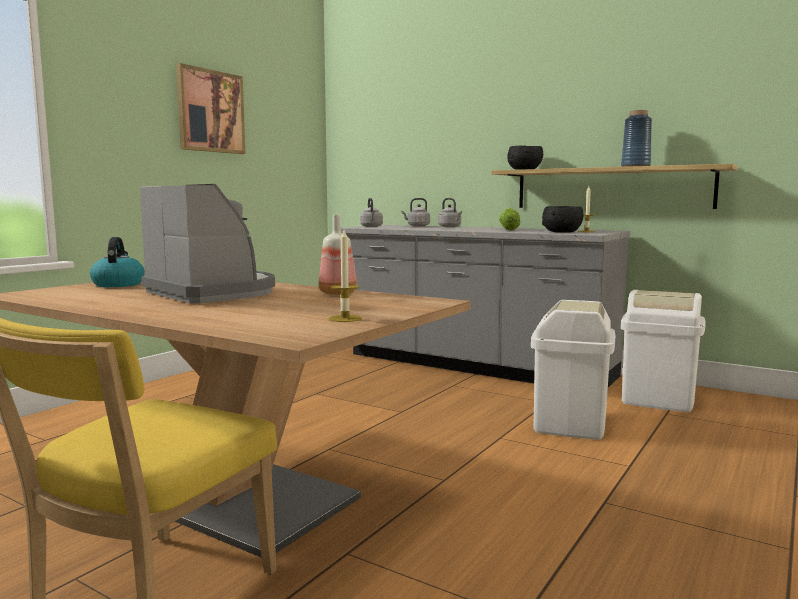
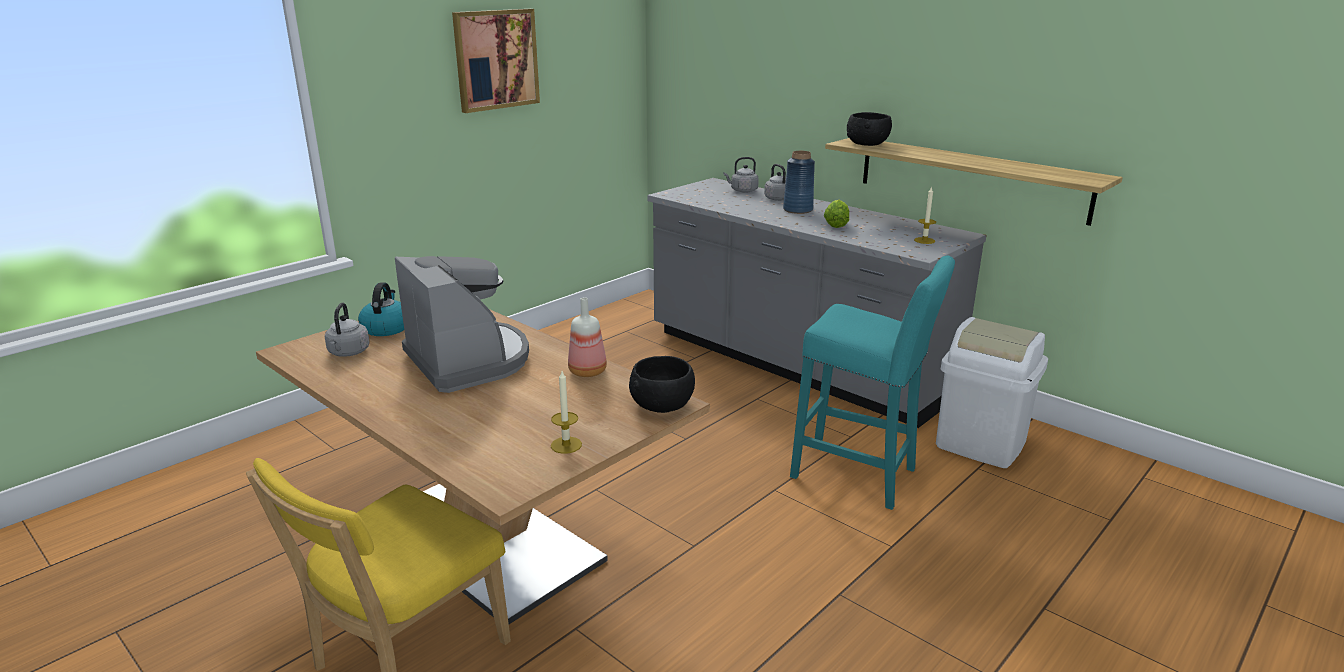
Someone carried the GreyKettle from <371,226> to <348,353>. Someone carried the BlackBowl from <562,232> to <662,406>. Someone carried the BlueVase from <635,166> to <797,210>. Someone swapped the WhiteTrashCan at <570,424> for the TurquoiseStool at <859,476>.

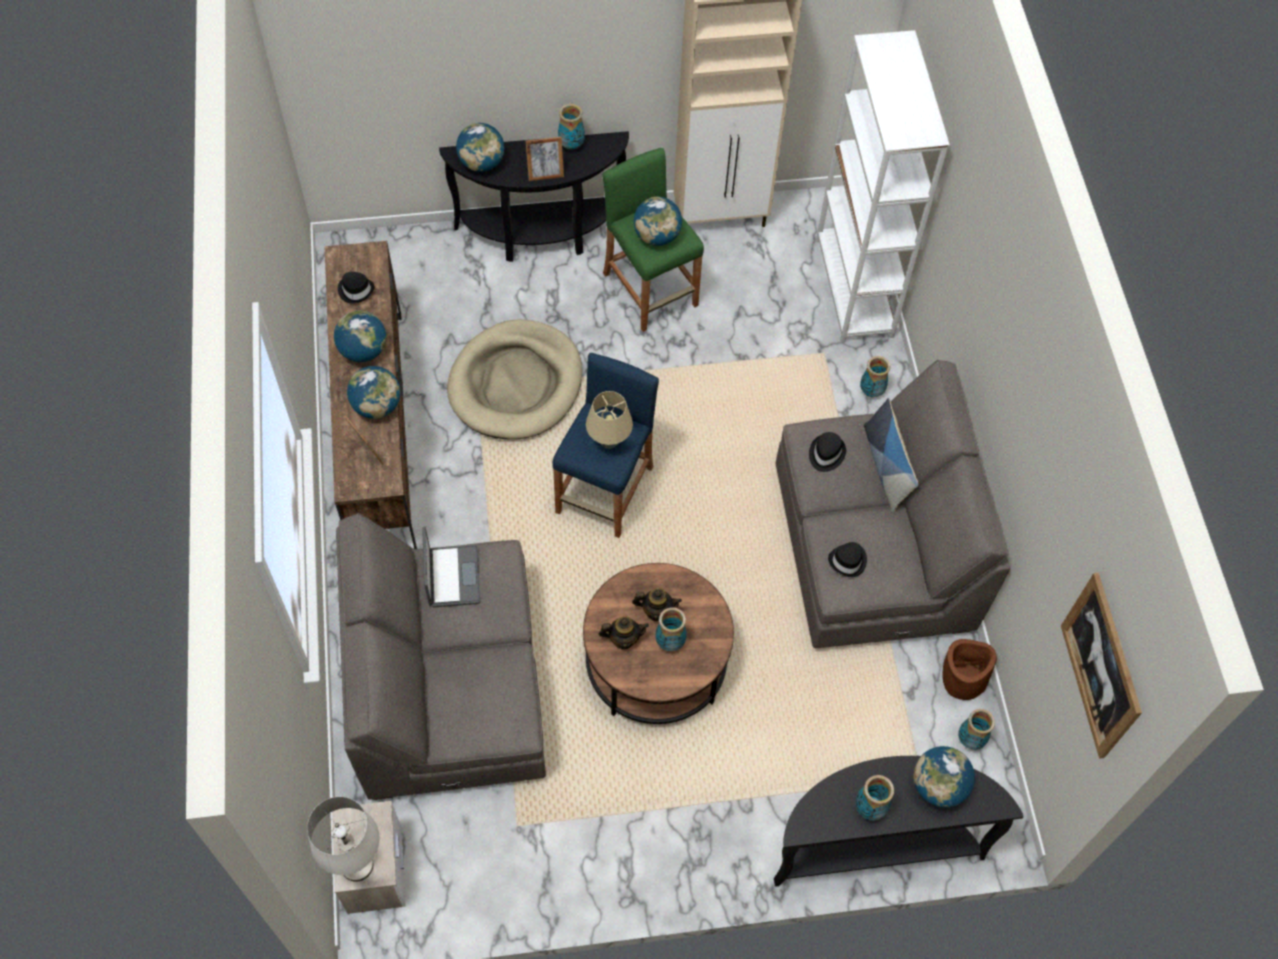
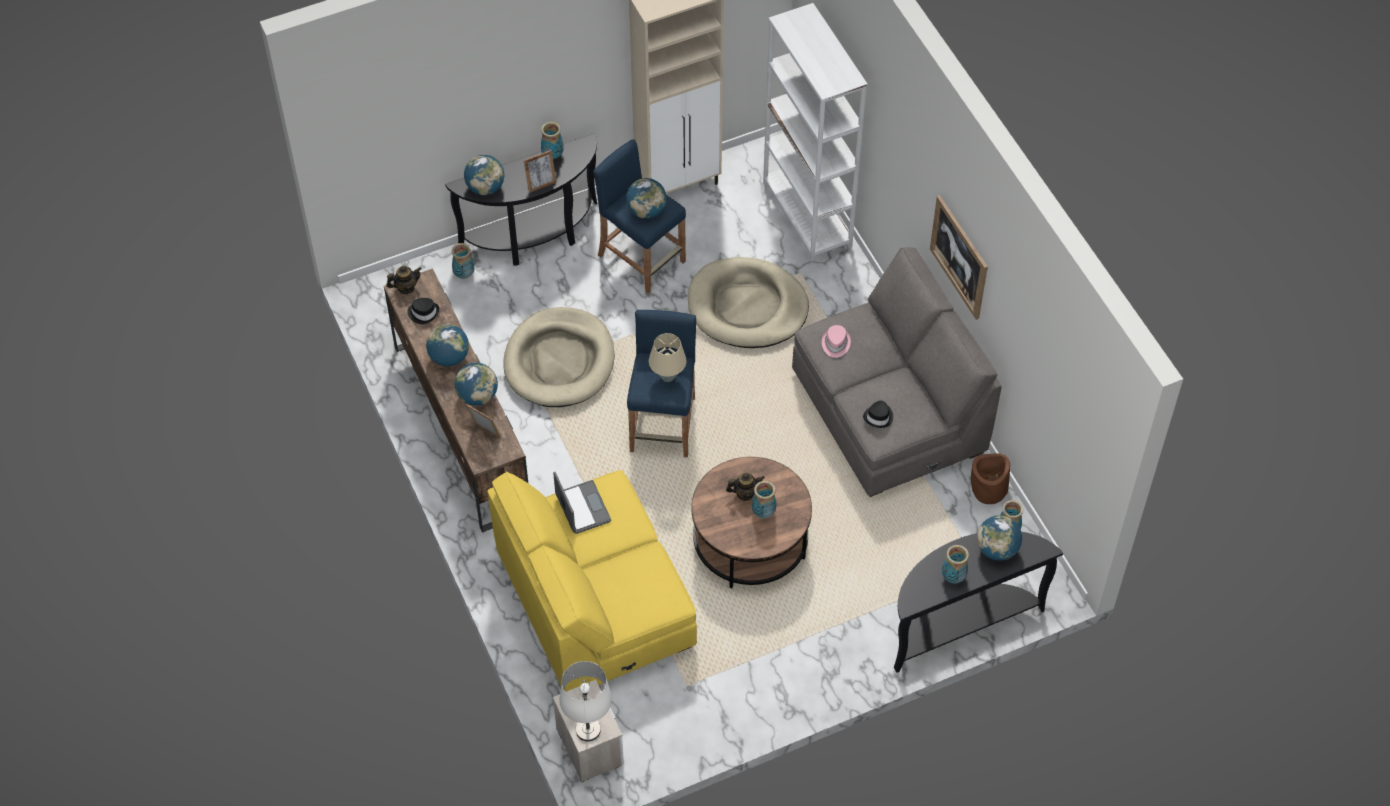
Someone carried the Teapot from <623,639> to <406,287>. Someone carried the Vase from <872,391> to <464,274>. Someone repainted the GreySofa at <450,686>, which became the YellowSofa at <596,602>. Someone repainted the GreenStool at <650,289>, which became the BlueStool at <641,258>. Someone put down the BeigeDogBed at <747,307>. Someone repainted the BlackHat at <826,454>, which became the PinkHat at <835,343>. Someone carried the Picture from <1101,666> to <959,257>. Someone took away the Pillow at <886,467>.

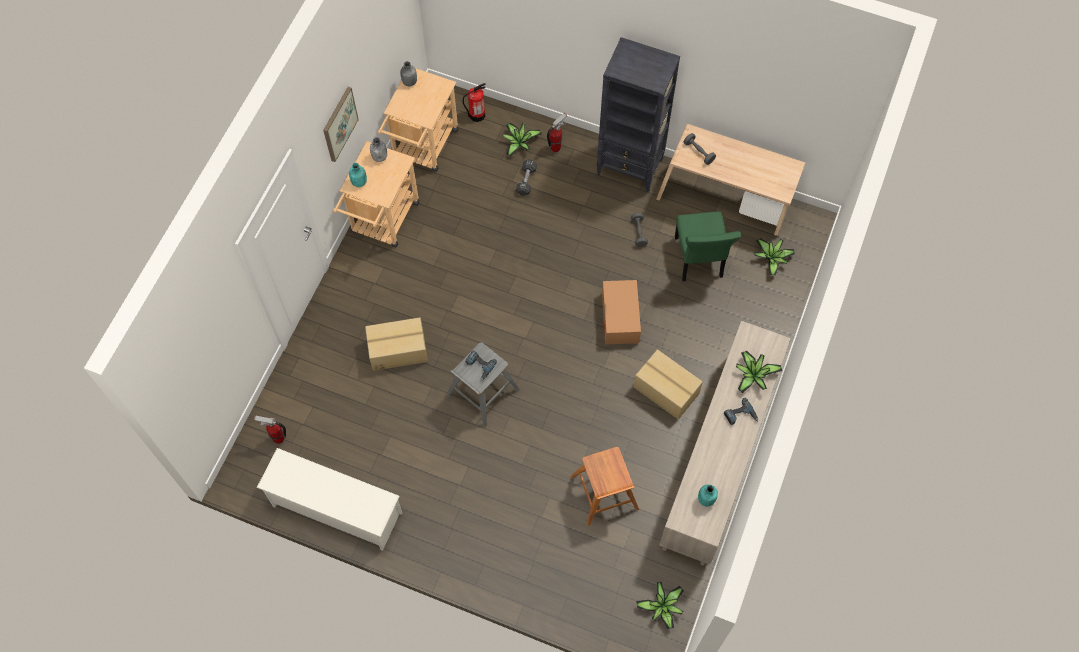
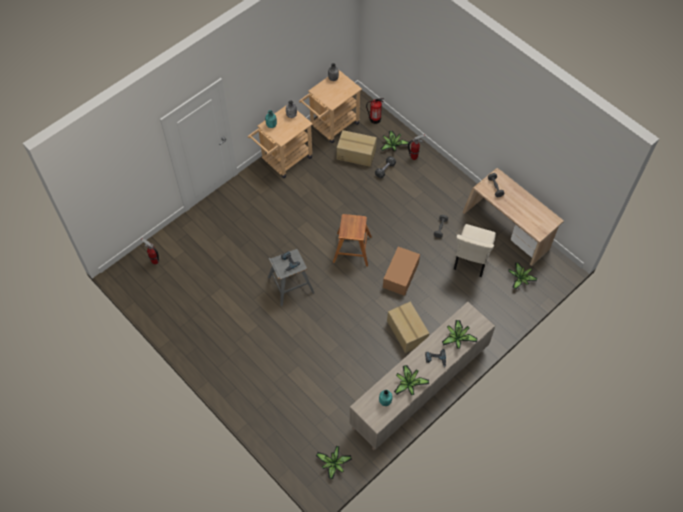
Someone carried the BrownStool from <604,493> to <352,249>. Someone carried the CardboardBox from <397,349> to <356,154>. Someone put down the PottedPlant at <409,383>. Someone repainted the GreenChair at <698,259>, which became the BeigeChair at <471,260>. Someone took away the WhiteShoeRack at <336,509>. Someone took away the Picture at <339,124>. Someone took away the BlackBookcase at <630,167>.

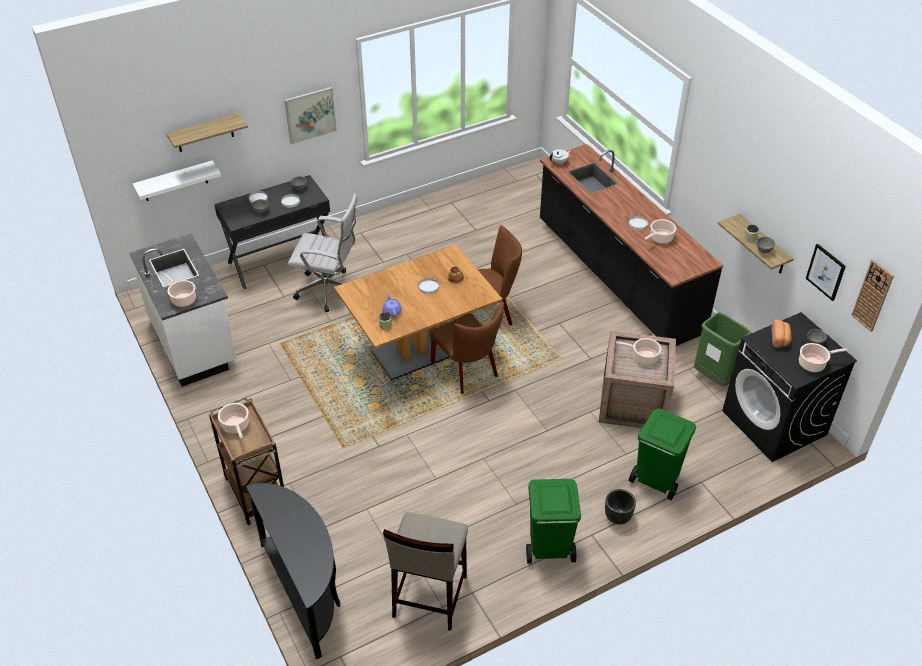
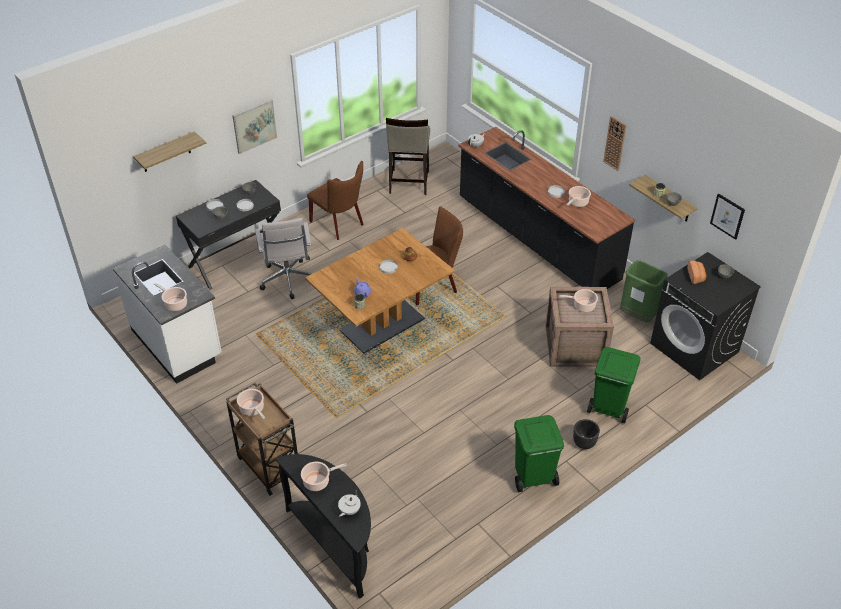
Someone rotated the WhiteOfficeChair at <330,290> by 75 degrees clockwise. Someone carried the CookingPot from <813,364> to <318,481>. Someone carried the BrownChair from <467,372> to <339,224>. Someone put down the WhiteTeapot at <349,510>. Someone carried the BeigeStool from <429,597> to <408,182>. Someone carried the WallClock from <872,295> to <615,143>. Someone took away the WhiteShelf at <175,181>.

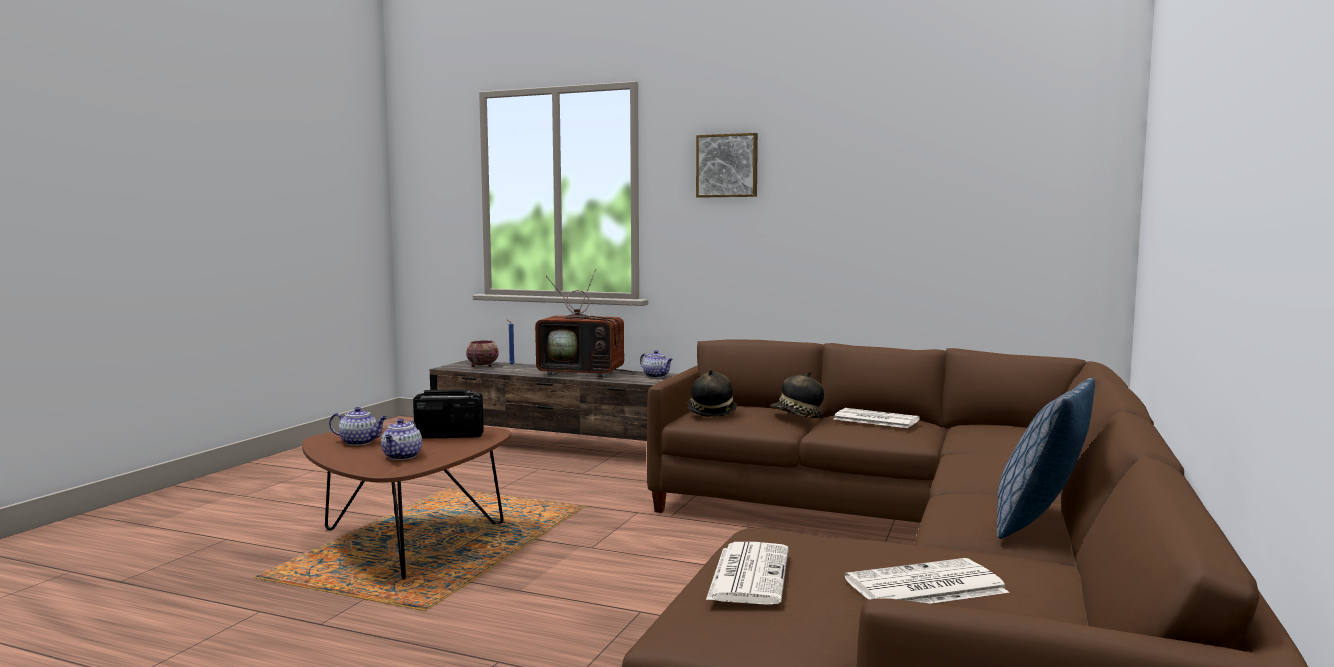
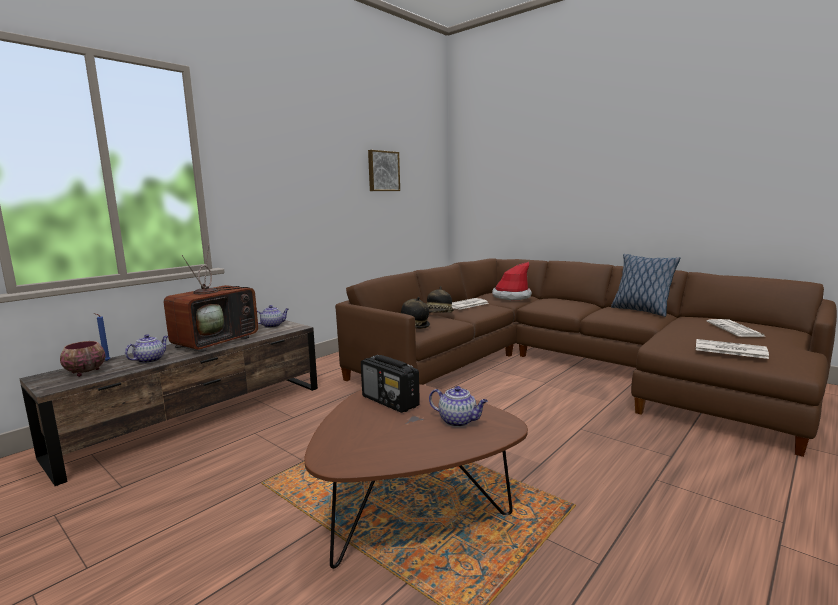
Someone carried the Teapot from <360,442> to <150,360>. Someone rotated the Radio at <448,436> by 60 degrees counterclockwise. Someone carried the Picture from <727,166> to <383,171>. Someone put down the Hat at <511,297>.

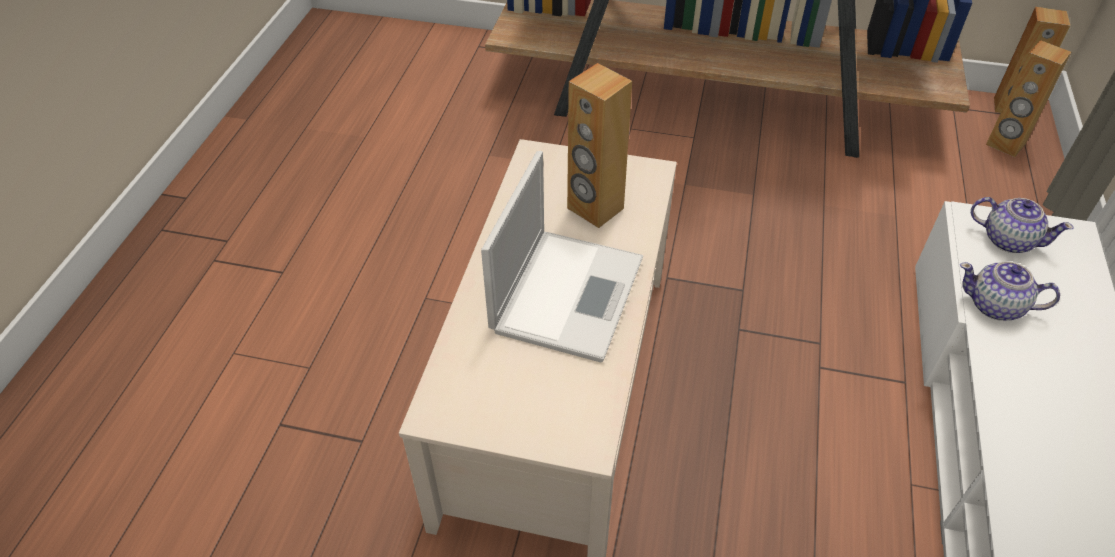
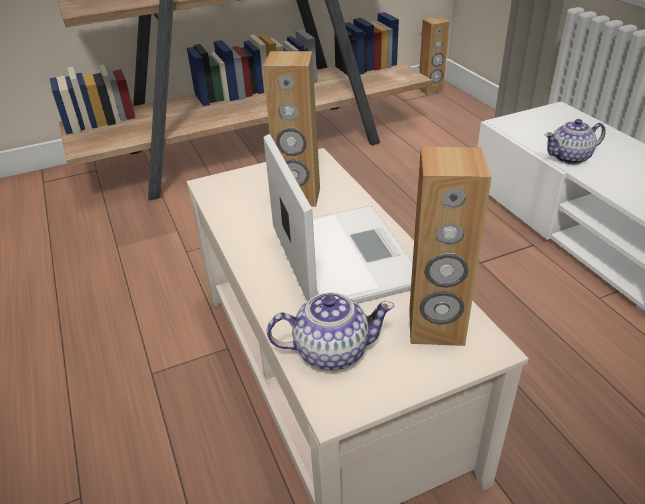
Someone carried the Teapot from <1007,239> to <330,351>. Someone carried the BrownSpeaker from <1005,144> to <436,328>.

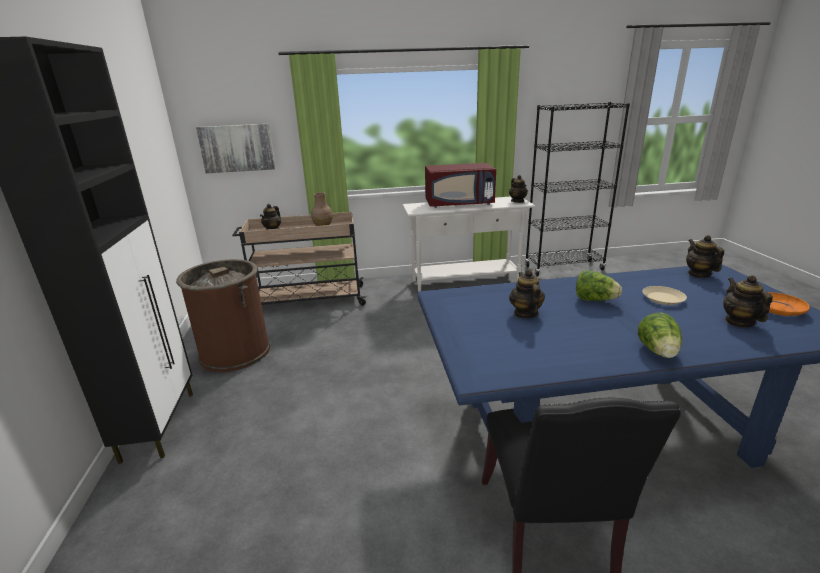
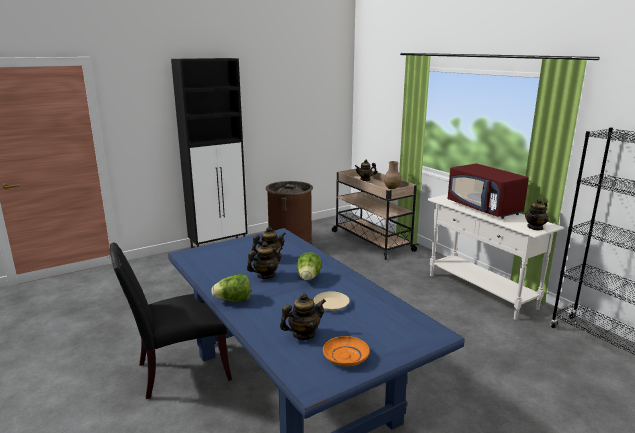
Someone carried the Teapot from <698,274> to <265,275>. Someone took away the Picture at <237,148>.

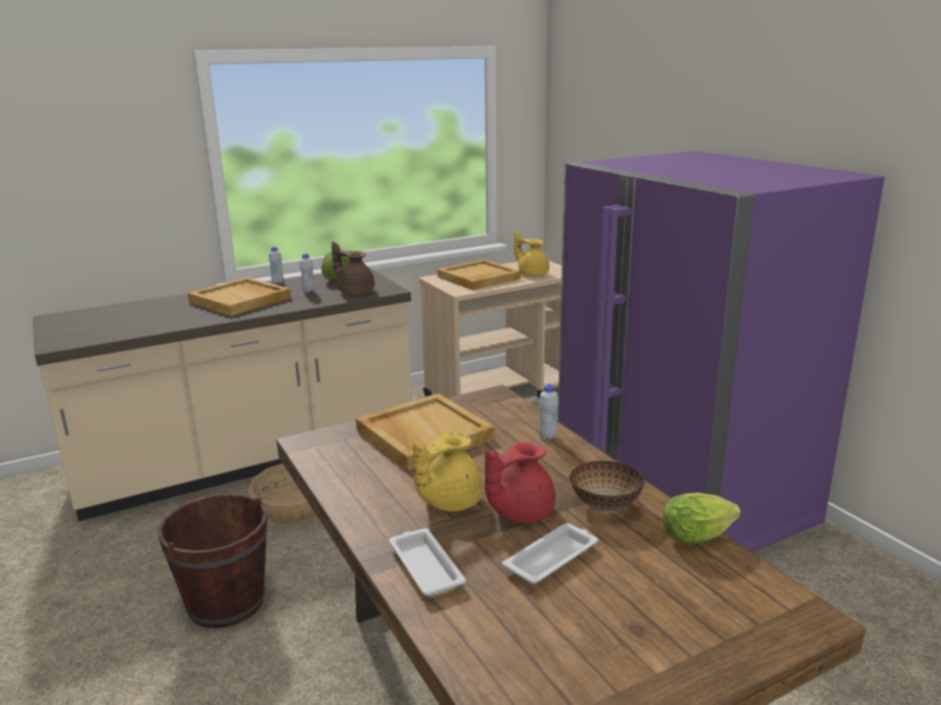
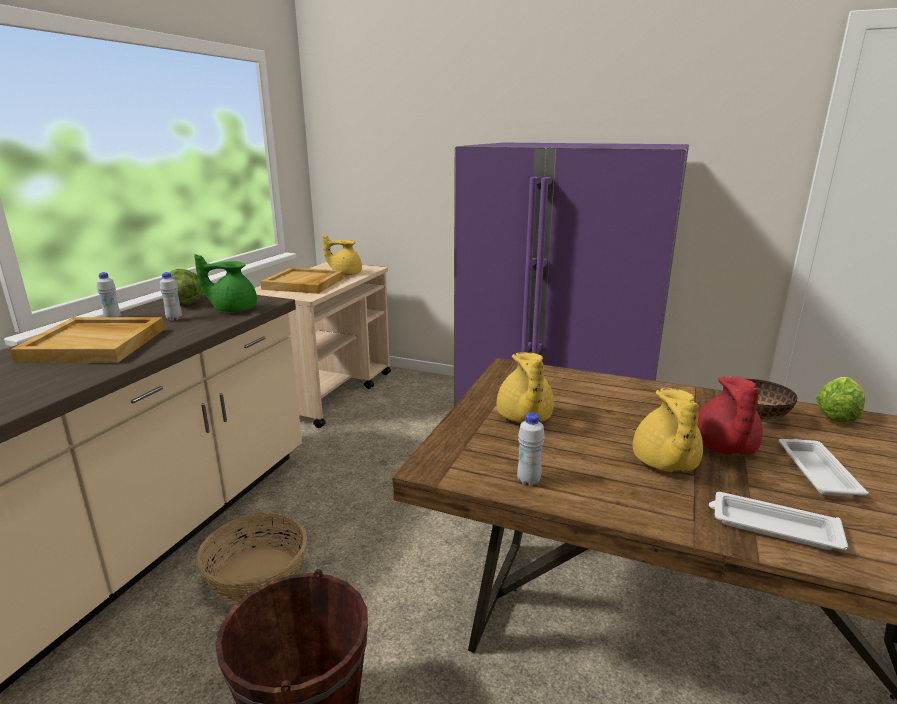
Someone repainted the BrownTeapot at <355,291>, which became the GreenTeapot at <233,309>. Someone swapped the BeigeTray at <423,435> for the YellowTeapot at <524,417>. Someone carried the WhiteBottle from <548,437> to <528,481>.

